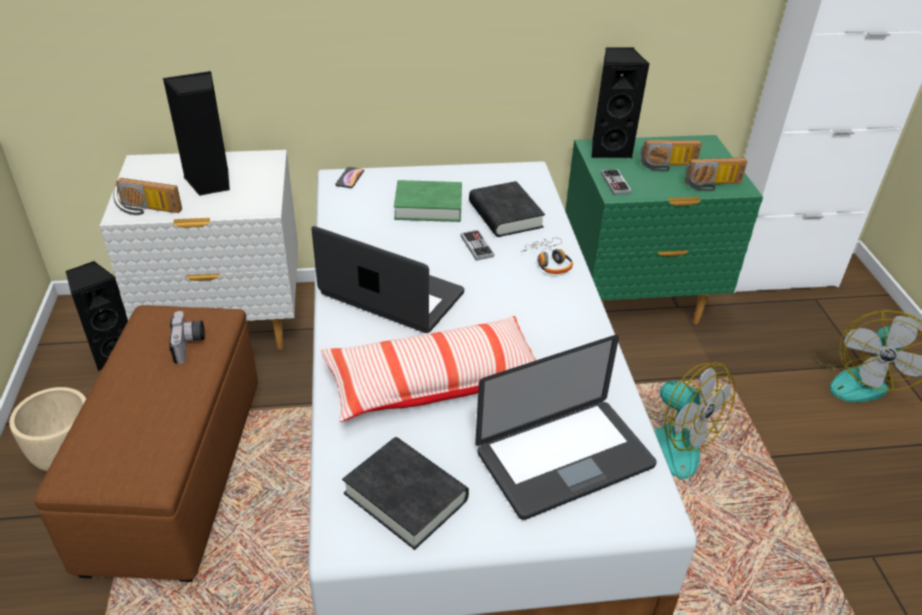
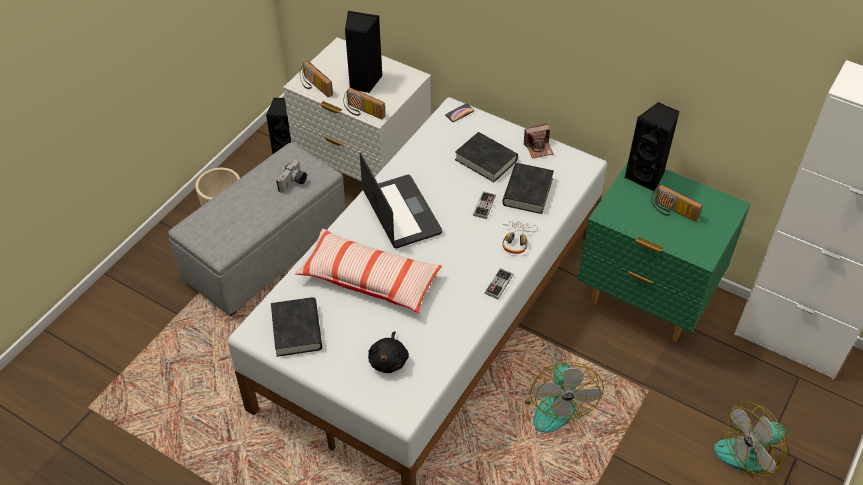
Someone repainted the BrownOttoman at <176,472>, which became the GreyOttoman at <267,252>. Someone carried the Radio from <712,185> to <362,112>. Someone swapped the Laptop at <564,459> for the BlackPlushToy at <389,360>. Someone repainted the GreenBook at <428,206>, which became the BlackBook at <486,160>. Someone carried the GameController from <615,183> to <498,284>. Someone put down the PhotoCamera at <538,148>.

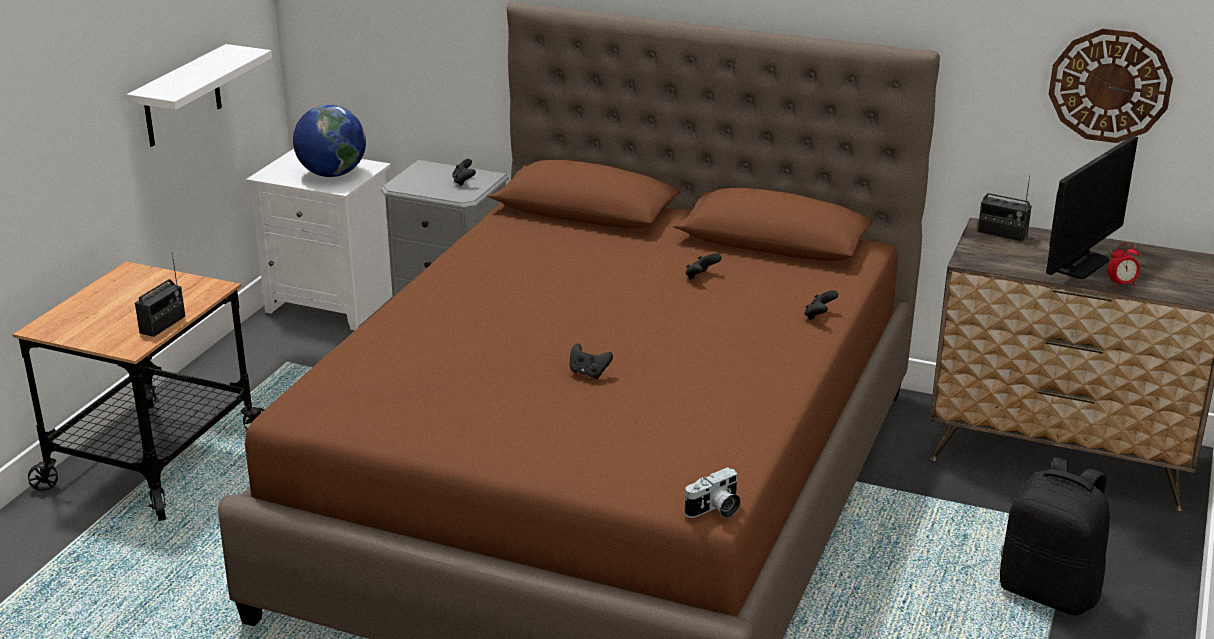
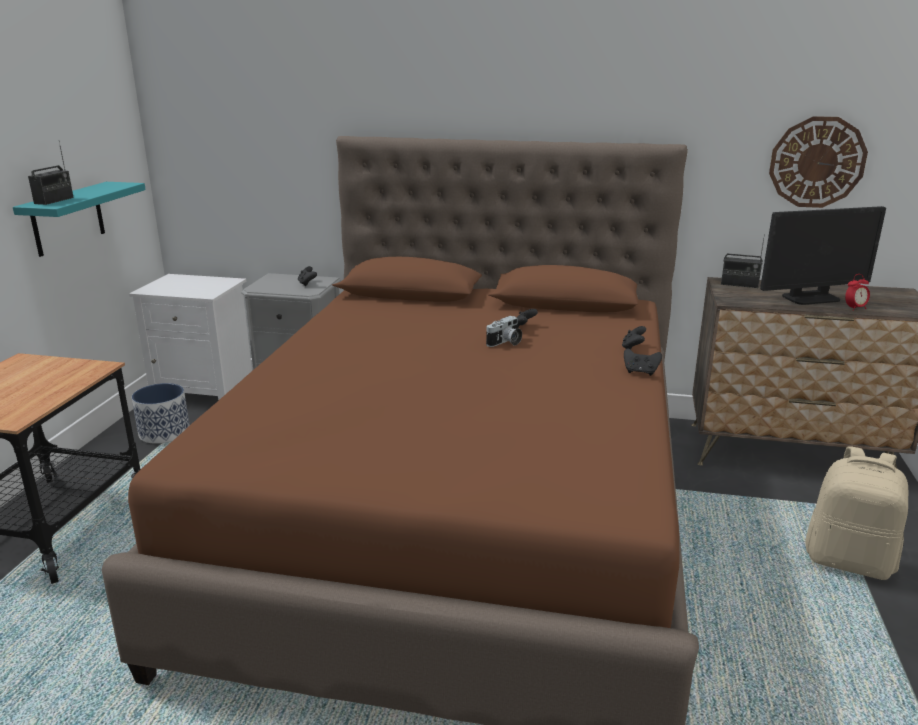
Someone repainted the WhiteShelf at <182,97>, which became the TurquoiseShelf at <68,218>. Someone carried the Radio from <163,325> to <54,200>. Someone put down the Planter at <164,433>. Someone carried the PhotoCamera from <715,510> to <505,343>. Someone carried the BlackGameController from <588,373> to <640,372>. Someone rotated the Monitor at <1078,263> by 45 degrees clockwise. Someone repainted the BlackBackpack at <1049,591>, which became the BeigeBackpack at <849,561>. Someone took away the Globe at <332,174>.

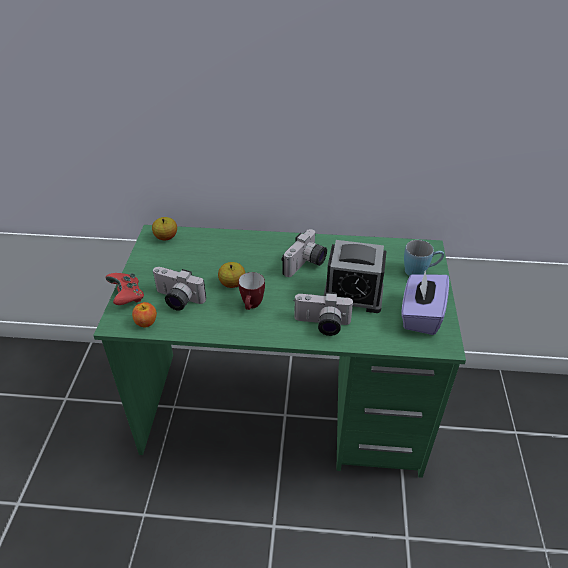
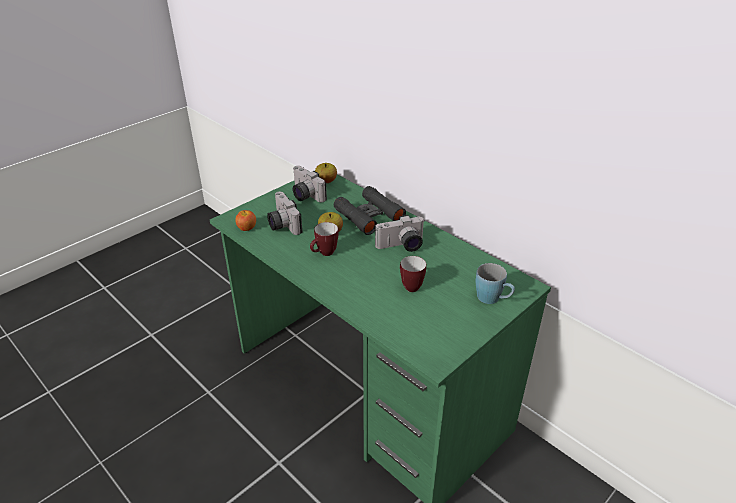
Someone carried the PhotoCamera from <322,325> to <304,195>. Someone put down the BlackBinoculars at <369,215>. Someone swapped the AlarmClock at <353,295> for the Mug at <409,286>. Someone took away the RedGameController at <127,297>. Someone took away the PurpleTissueBox at <420,315>.

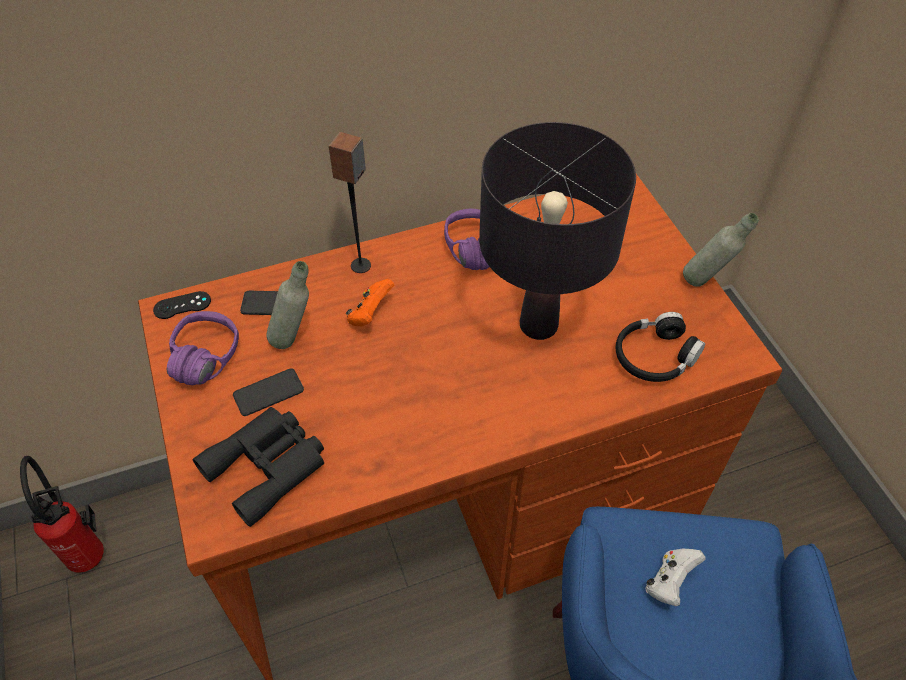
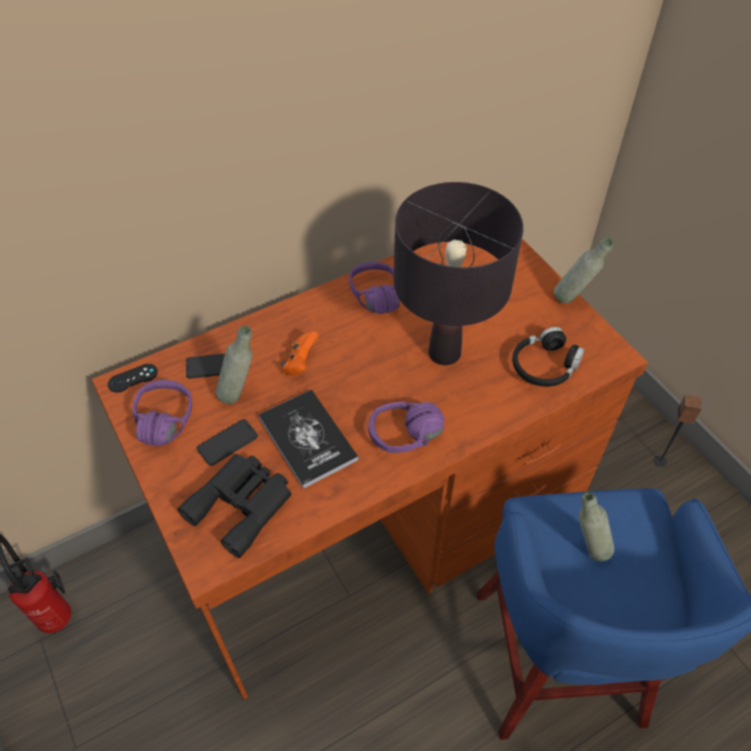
Someone put down the Book at <308,439>. Someone put down the PurpleHeadphones at <409,444>. Someone swapped the WhiteGameController at <669,582> for the GreyBottle at <587,548>. Someone carried the Speaker from <361,266> to <660,461>.

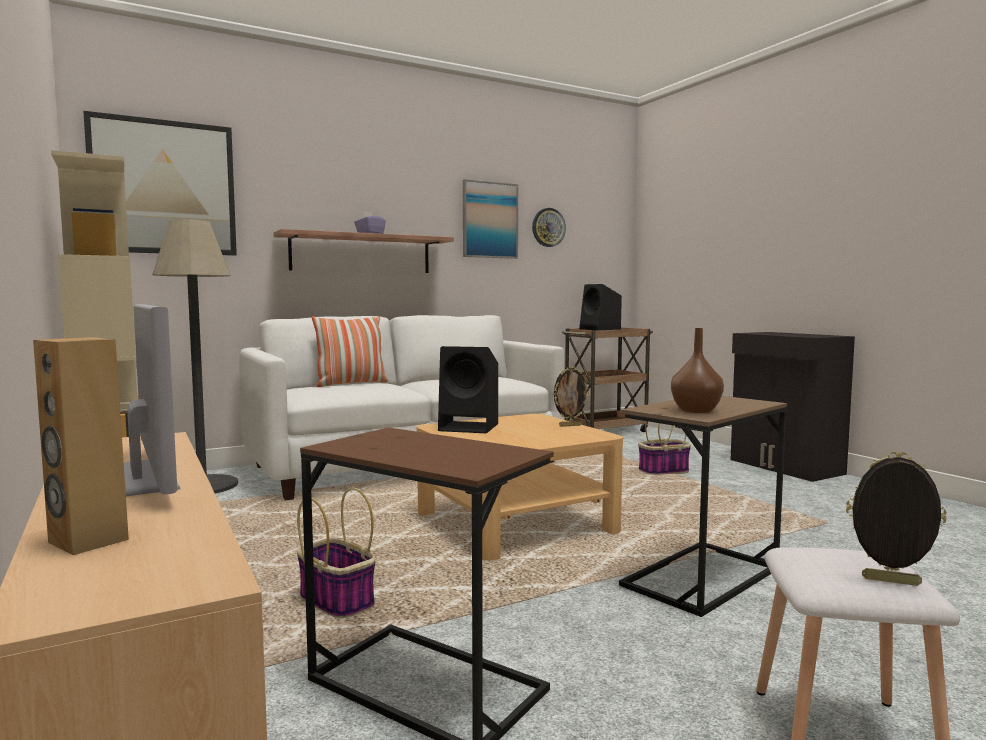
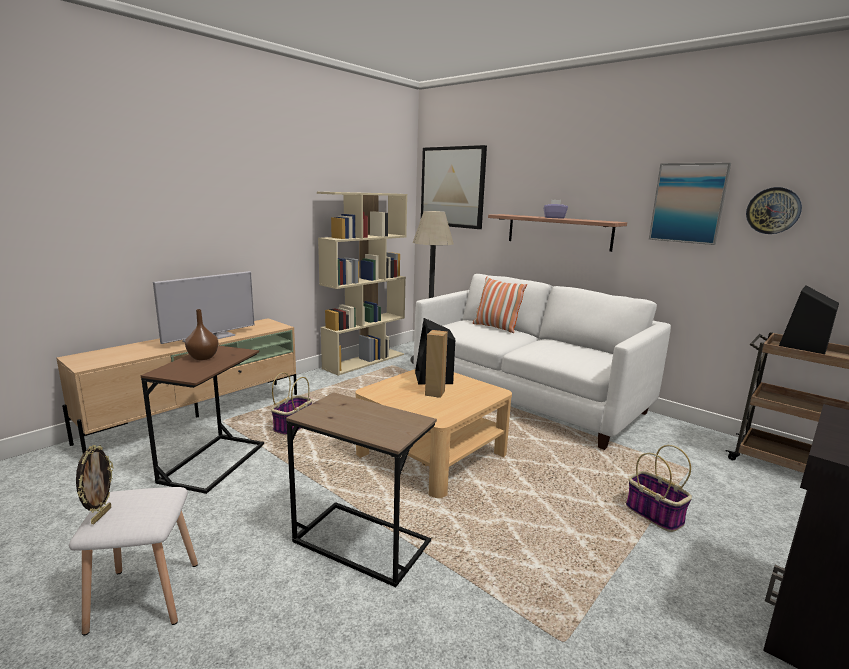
Someone carried the BrownVase from <696,410> to <203,357>. Someone carried the BrownSpeaker from <87,541> to <434,393>. Someone took away the PictureFrame at <570,425>.

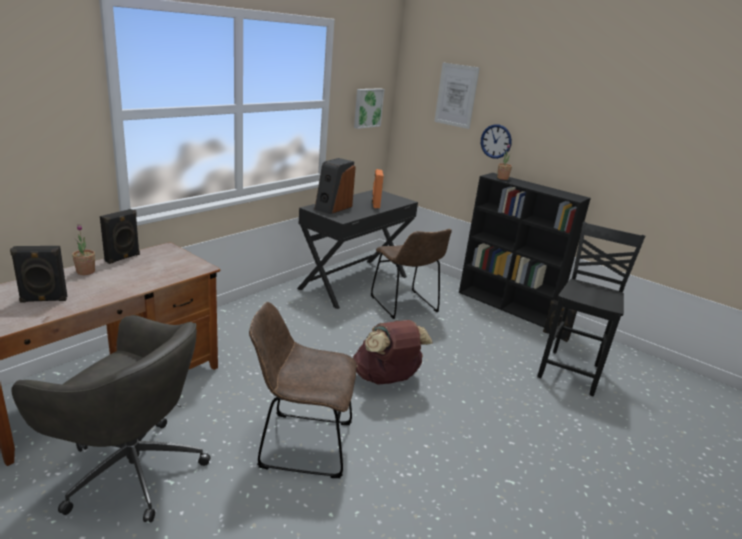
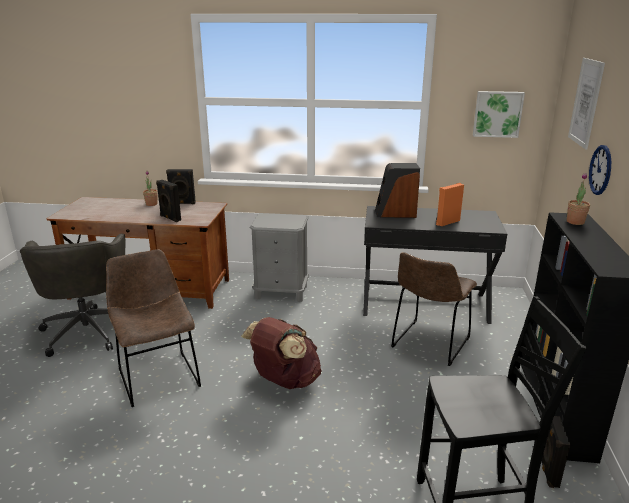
Someone carried the BlackSpeaker from <43,300> to <170,218>. Someone put down the GreyNightstand at <281,292>.

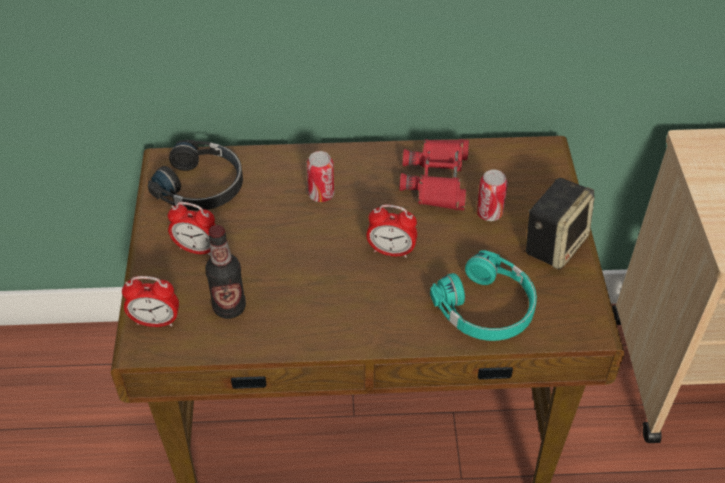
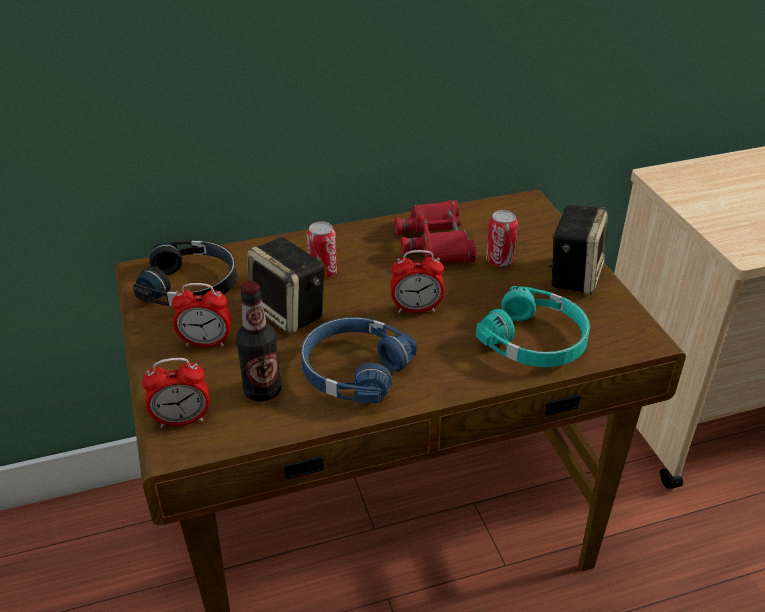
Someone put down the Speaker at <289,312>. Someone put down the BlueHeadphones at <353,369>.

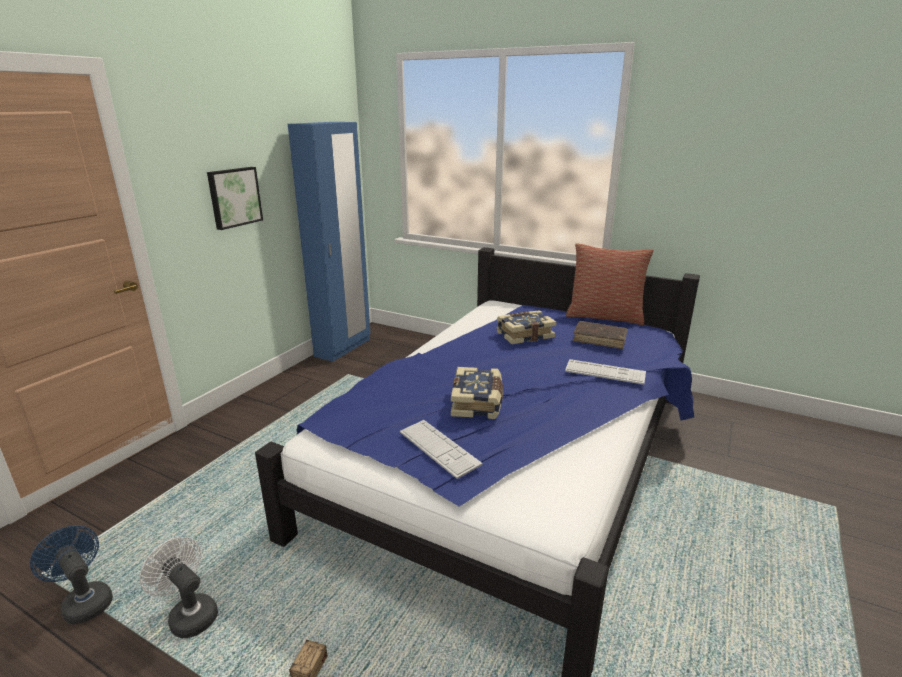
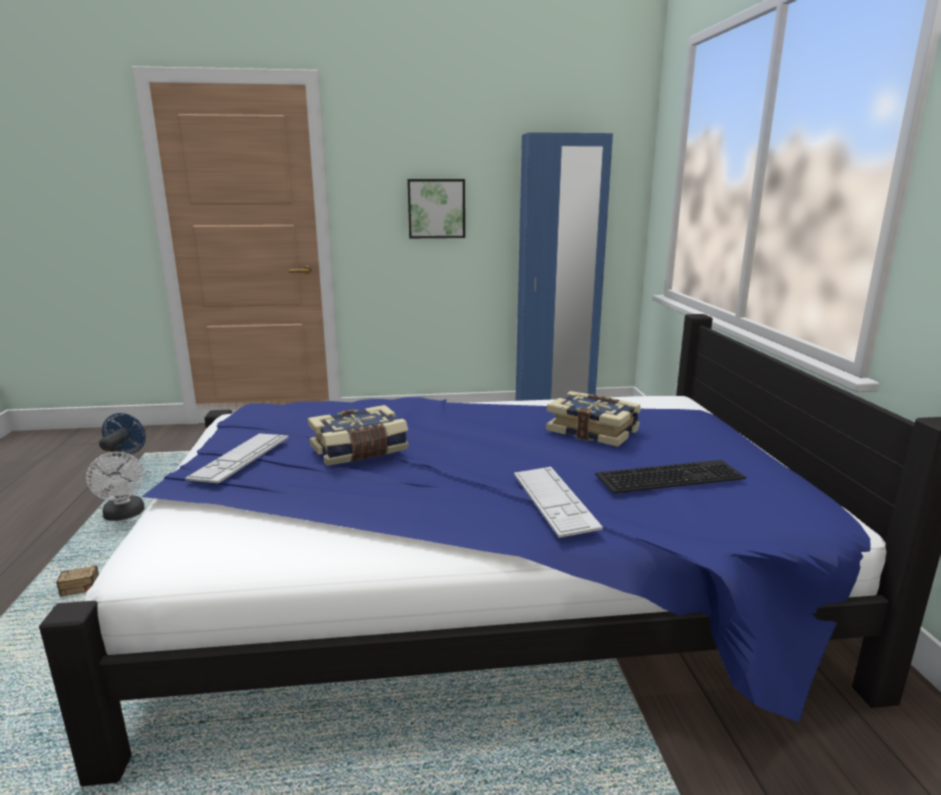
Someone rotated the WhiteFan at <189,615> by 150 degrees clockwise. Someone swapped the BrownBook at <599,340> for the Keyboard at <669,475>. Someone took away the Pillow at <604,316>.

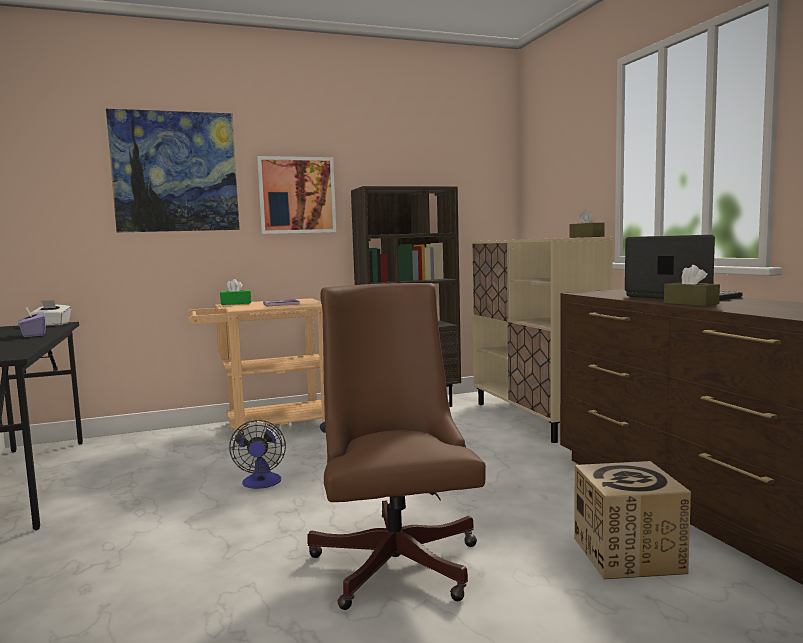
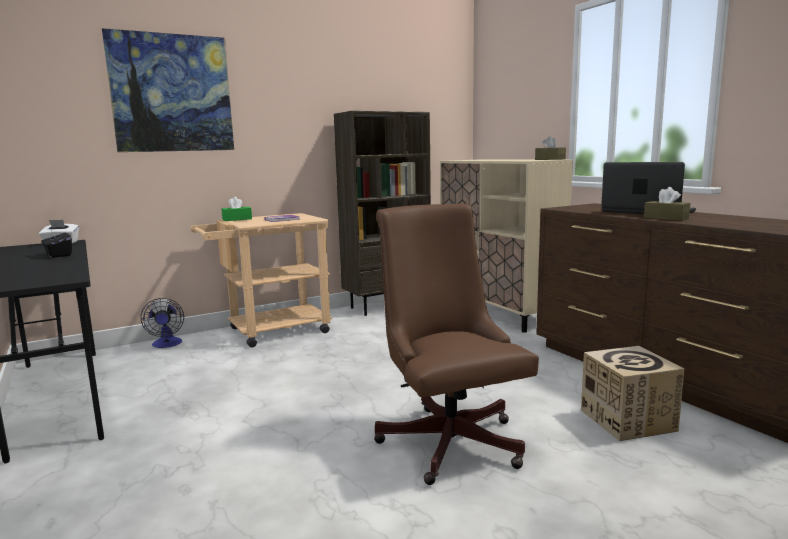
Someone repainted the PurpleTissueBox at <33,335>, which became the BlackTissueBox at <58,255>. Someone carried the Fan from <261,484> to <167,344>. Someone took away the Picture at <297,195>.

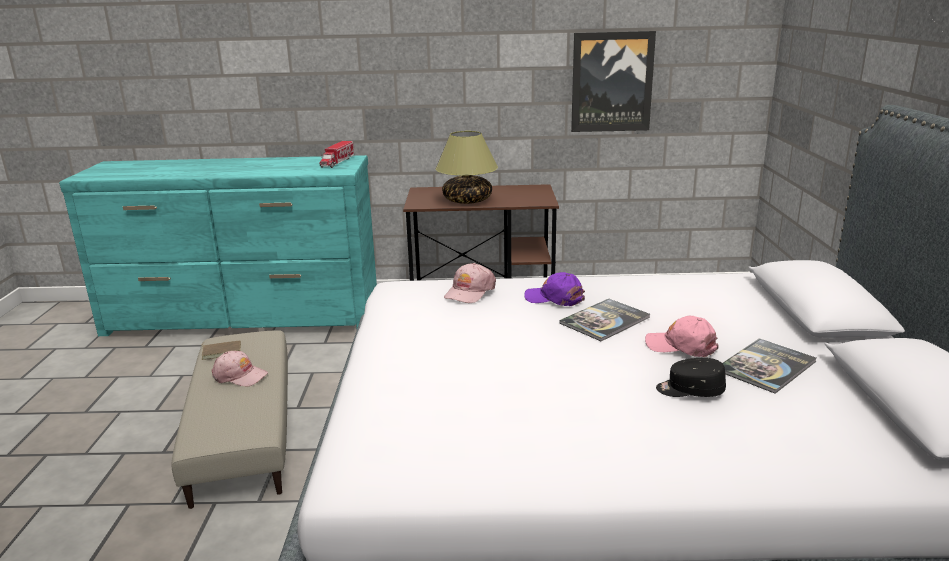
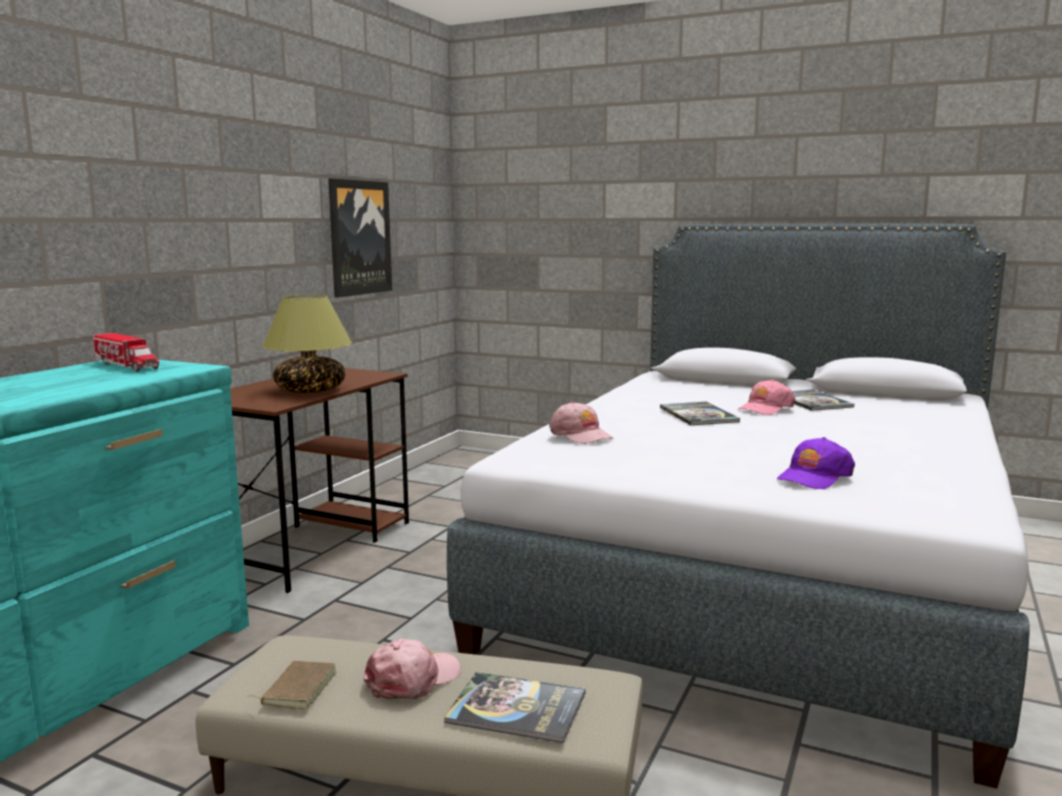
Someone put down the Book at <516,708>. Someone carried the PurpleCap from <555,298> to <814,477>. Someone took away the BlackCap at <690,390>.

